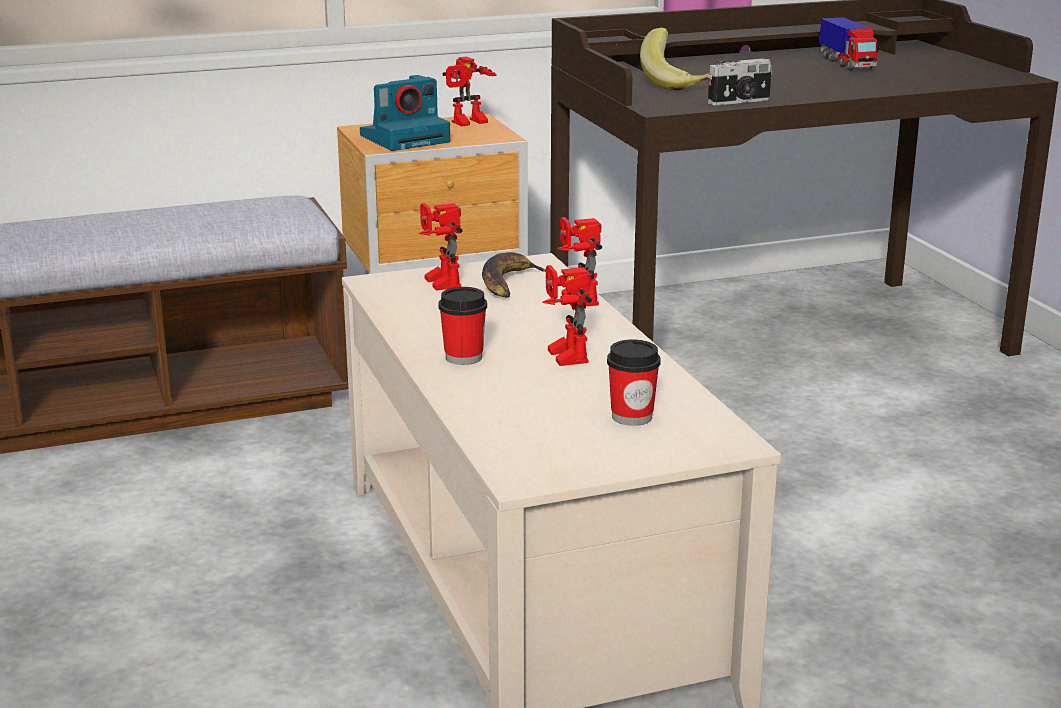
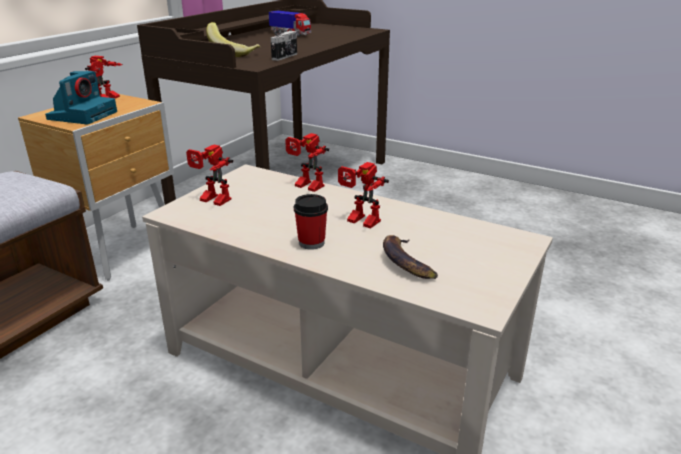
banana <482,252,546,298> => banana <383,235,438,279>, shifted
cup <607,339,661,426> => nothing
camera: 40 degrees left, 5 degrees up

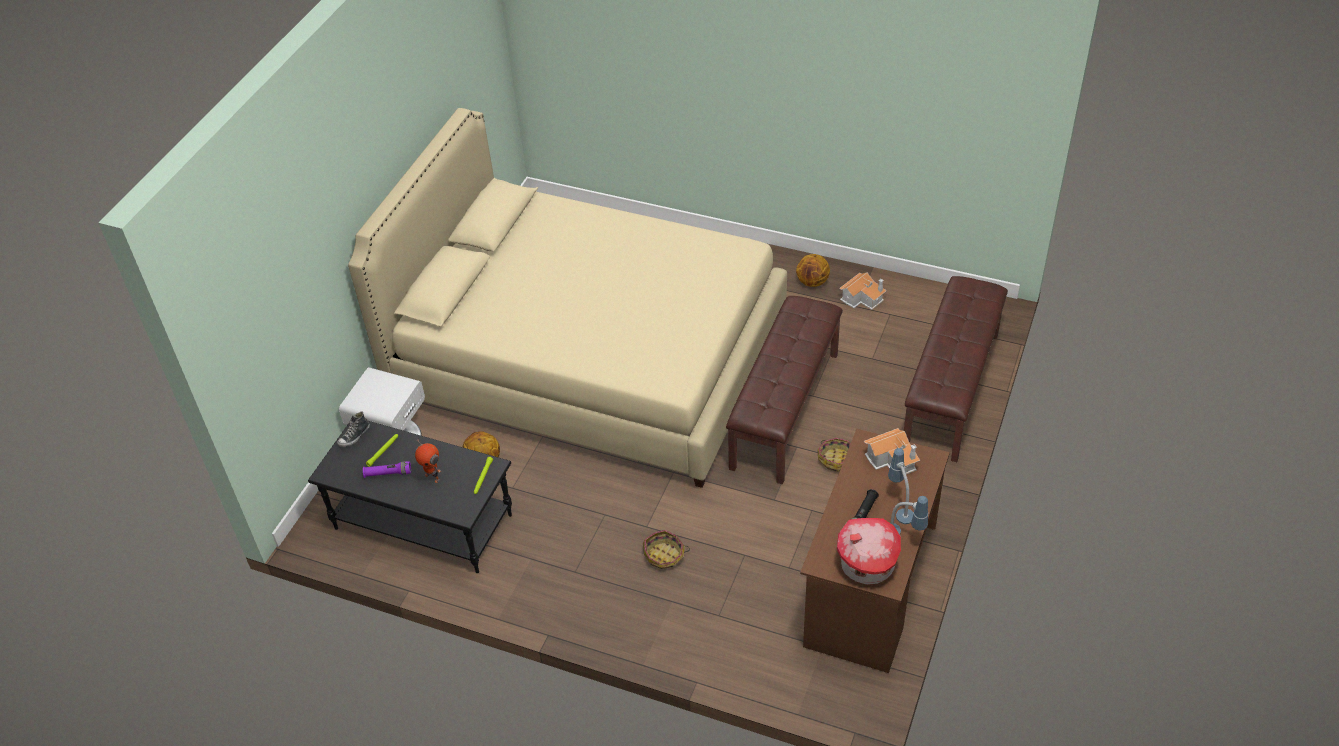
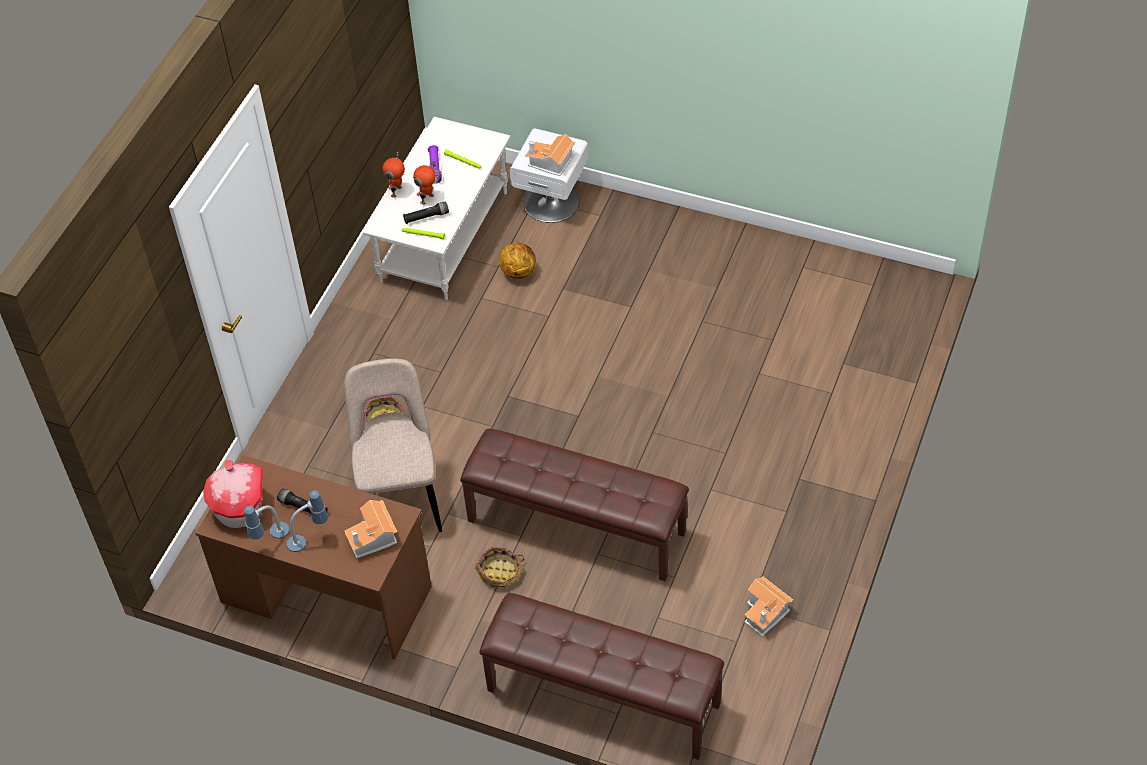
nothing => chair (beige) <344,359,442,532>
coffee table (black) <308,421,512,573> => coffee table (white) <363,117,511,300>
nothing => toy robot <382,152,405,198>
nothing => flashlight (black) <403,202,449,224>
nothing => toy house <525,134,576,176>
shoe <337,411,370,447> => nothing
bed (beige) <348,108,787,488> => nothing
basketball <796,254,830,287> => nothing
camera: 90 degrees right, 5 degrees up

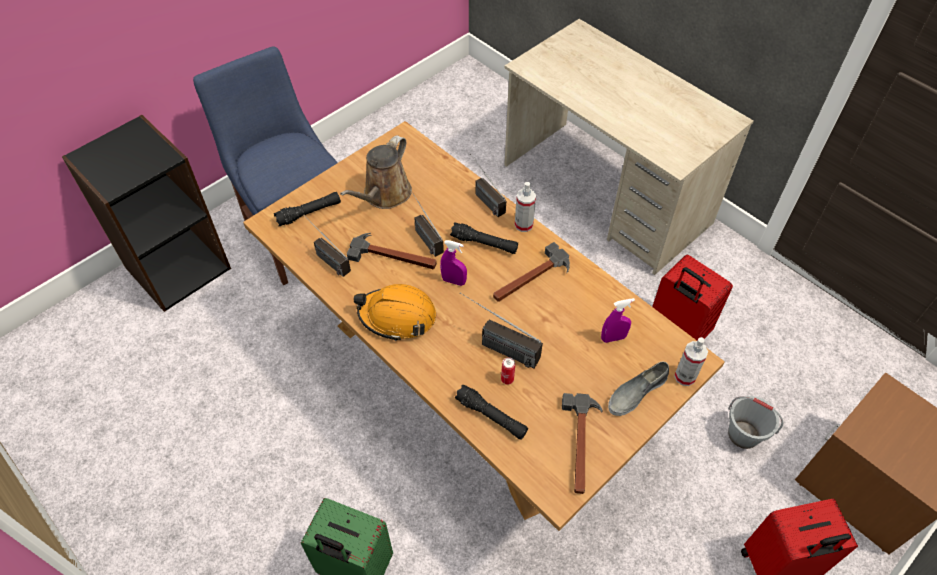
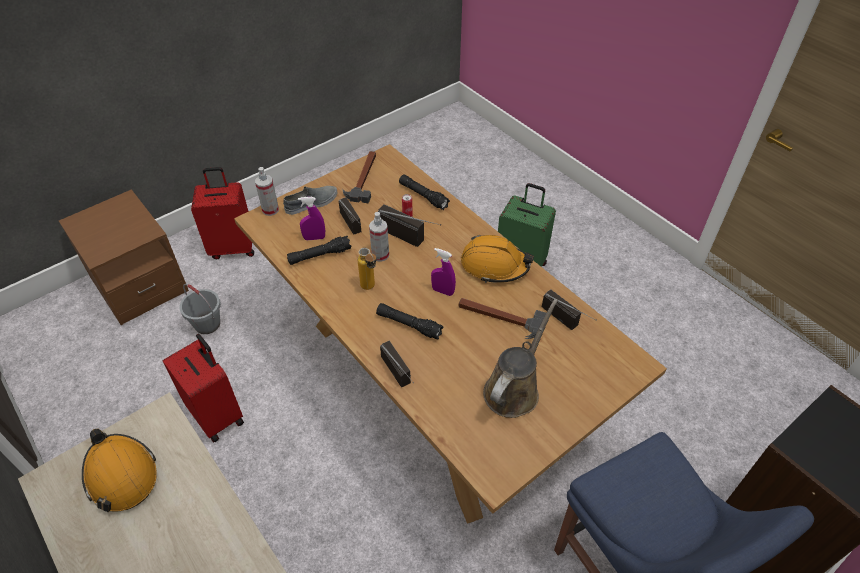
nothing => hard hat (orange) <82,429,157,512>
flashlight (black) <274,192,341,226> => flashlight (black) <287,236,351,265>, shifted
radio <410,189,444,257> => radio <339,197,361,235>, shifted
hammer <493,242,570,302> => bottle <358,248,376,290>
spray bottle <515,182,536,232> => spray bottle <369,212,389,262>, shifted
camera: 175 degrees left, 5 degrees down

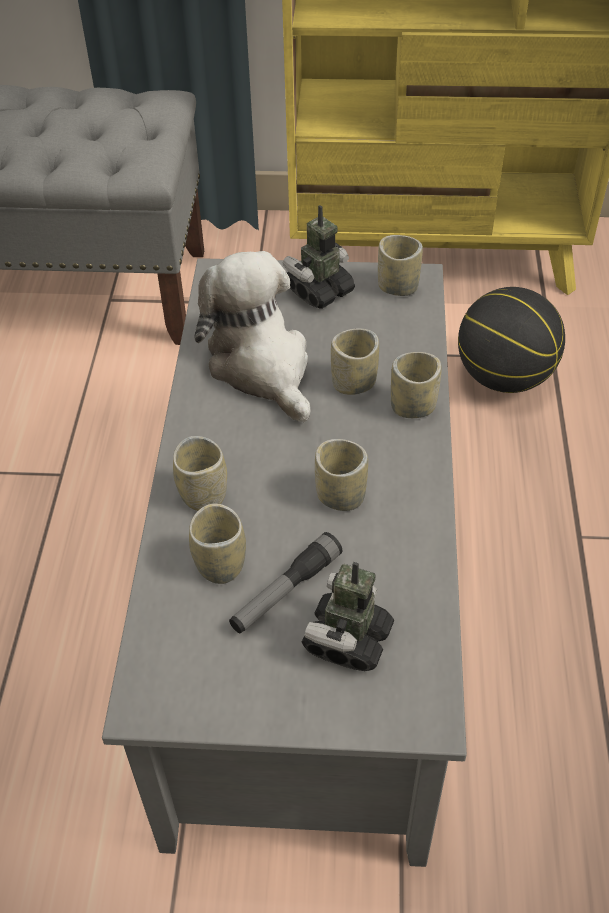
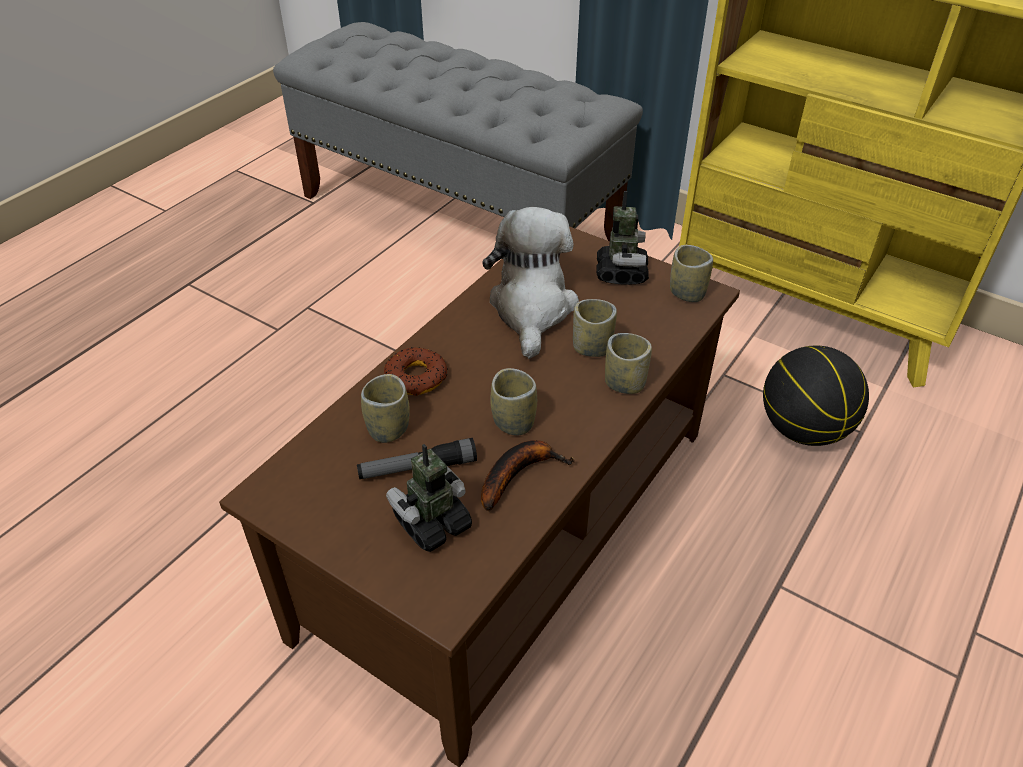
coffee table (grey) <102,258,467,867> => coffee table (brown) <219,226,740,767>
cup <173,436,227,511> => donut <384,347,448,396>
nothing => banana <481,440,574,512>
toy robot <283,205,355,309> => toy robot <596,191,649,285>, 105 degrees clockwise
camera: 30 degrees right, 5 degrees down

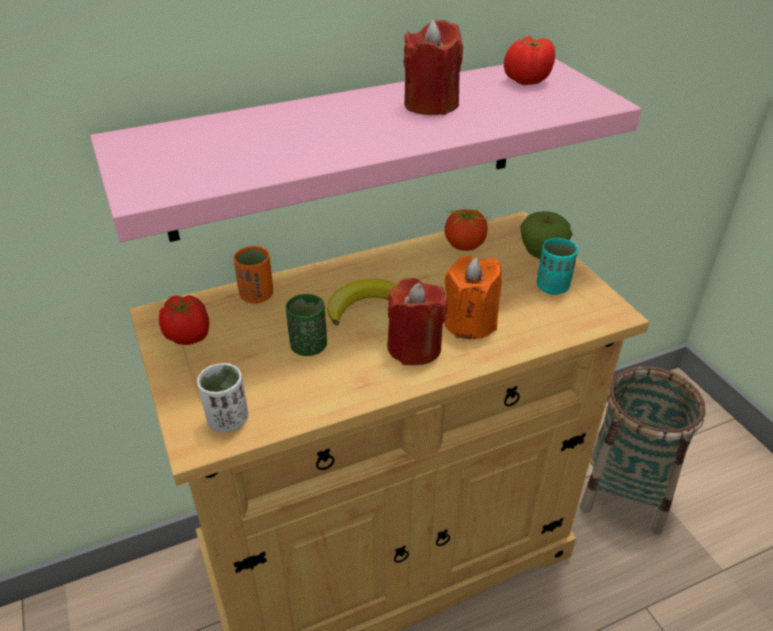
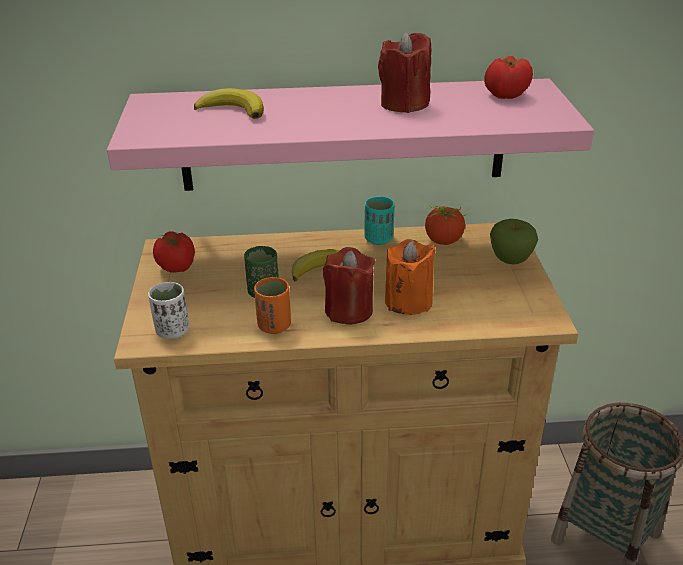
nothing => banana <194,88,264,119>
cup (orange) <234,246,273,304> => cup (orange) <254,277,291,334>, shifted
cup (turquoise) <536,238,578,295> => cup (turquoise) <365,196,395,245>, shifted
camera: 20 degrees right, 5 degrees down

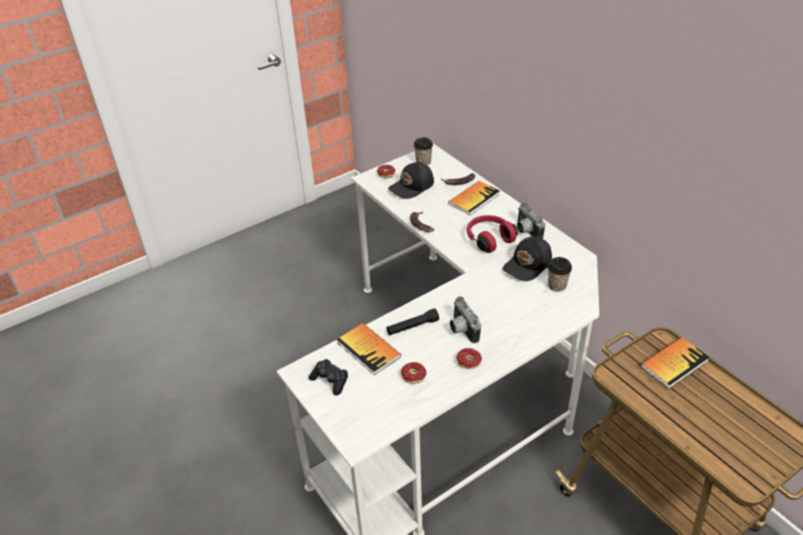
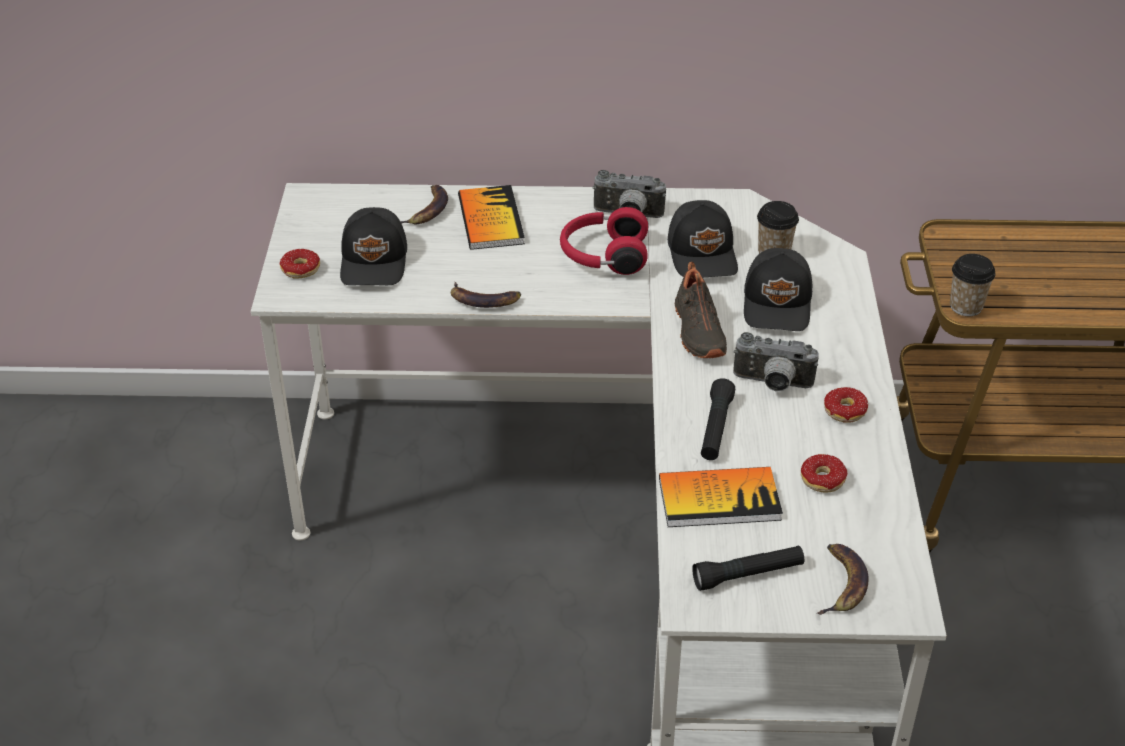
nothing => shoe (black) <675,262,727,358>
game controller (black) <309,359,348,396> => flashlight (black) <692,546,804,591>
nothing => cap (black) <744,248,812,331>
nothing => banana <817,544,869,615>
cup <414,137,433,166> => cup <950,254,995,316>, shifted
book <641,337,710,389> => nothing
camera: 55 degrees left, 0 degrees up

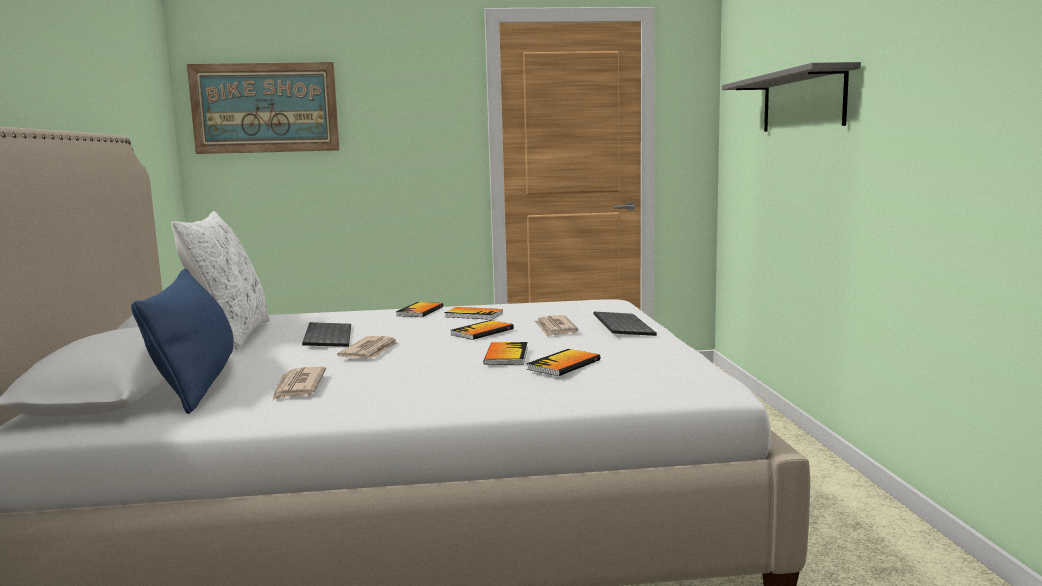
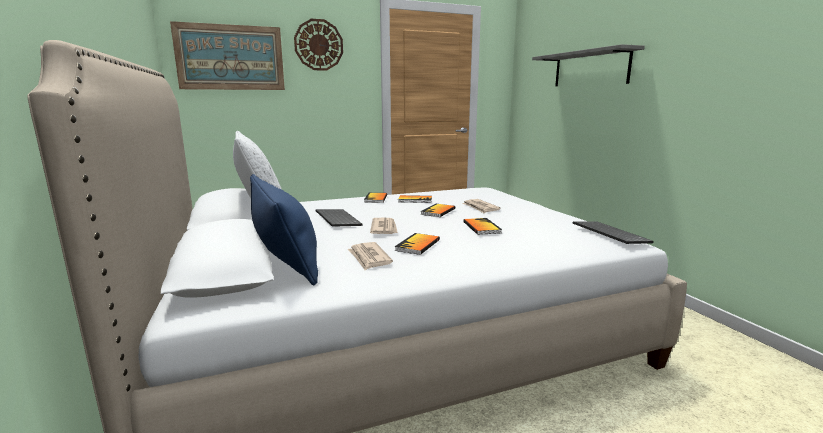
nothing => wall clock <294,19,343,71>
book <526,349,600,376> => book <394,233,440,255>, shifted
keyboard <593,311,657,336> => keyboard <572,221,654,244>, shifted
camera: 15 degrees left, 5 degrees up

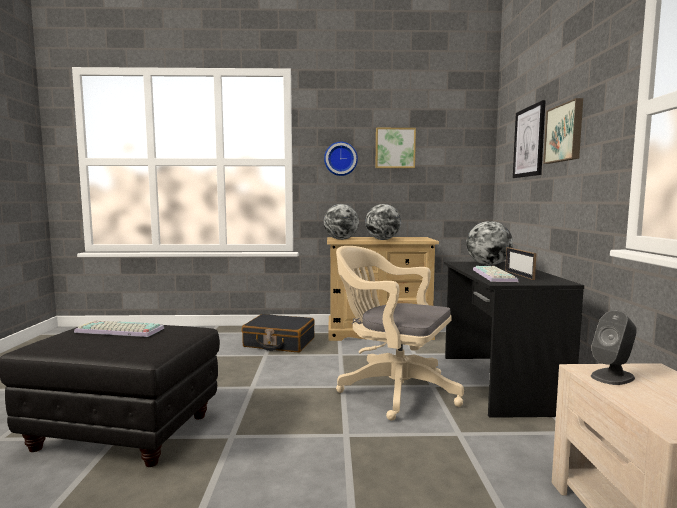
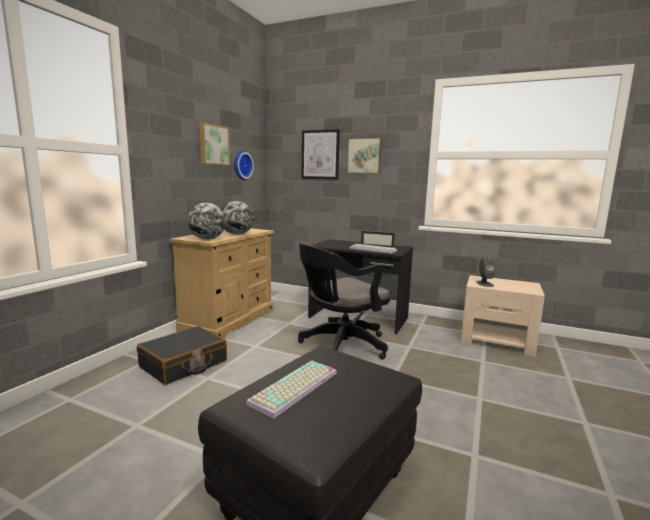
wall clock <324,142,358,176> => wall clock <234,150,254,180>, shifted
office chair (beige) <336,246,464,421> => office chair (black) <298,244,391,360>
globe <466,221,513,265> => nothing
camera: 65 degrees left, 5 degrees up

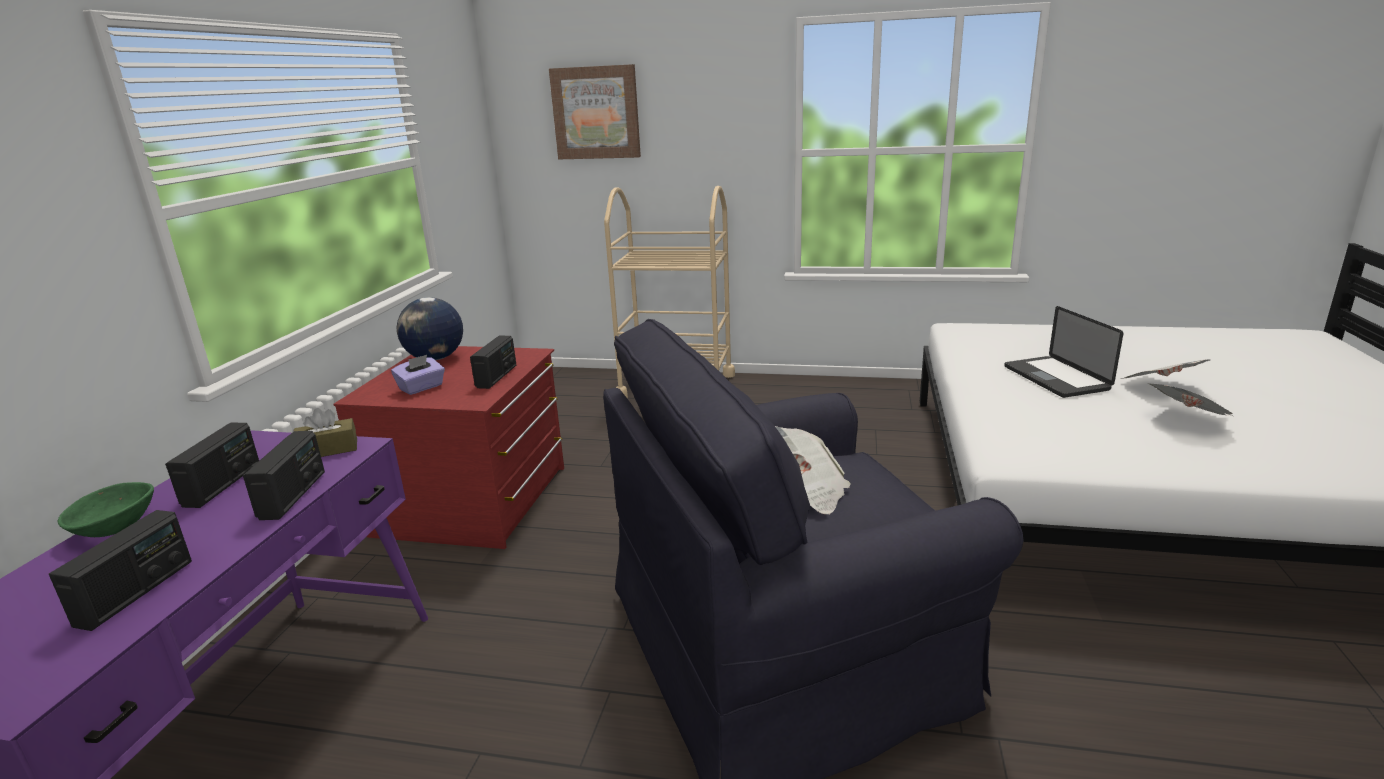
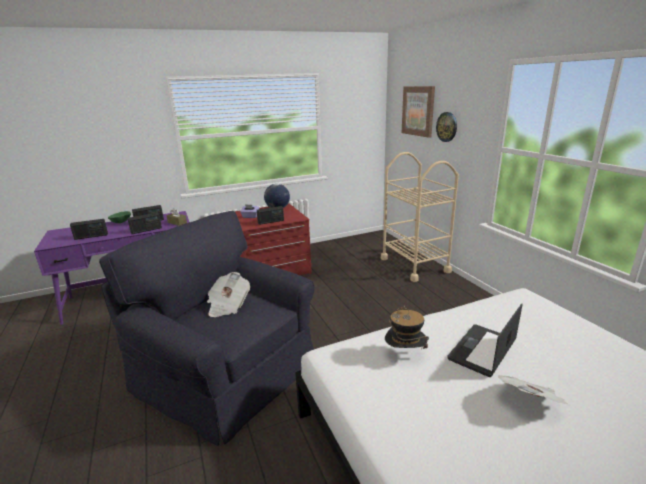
nothing => hat <385,305,429,349>
nothing => wall clock <436,112,457,142>
newspaper <1147,383,1233,416> => nothing
camera: 55 degrees right, 0 degrees up

